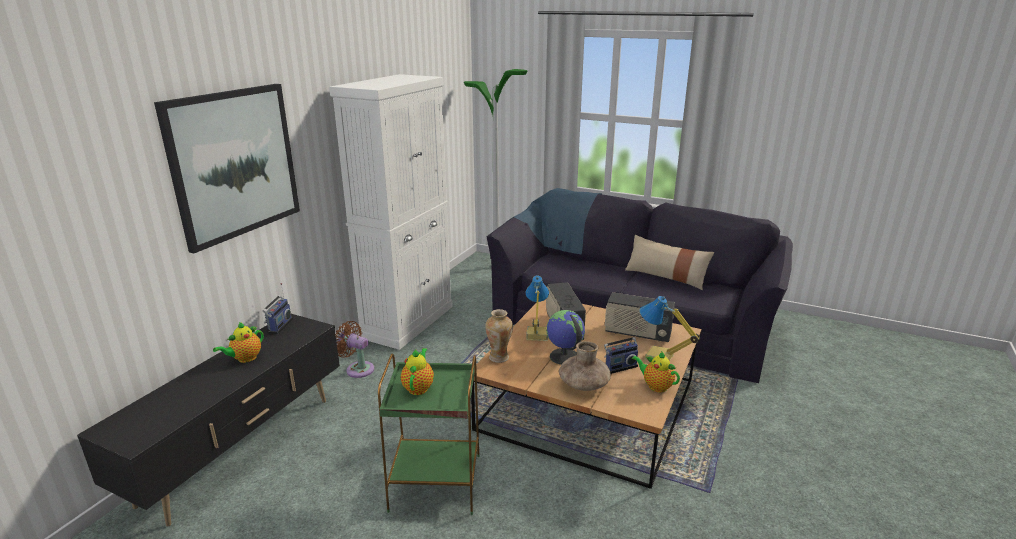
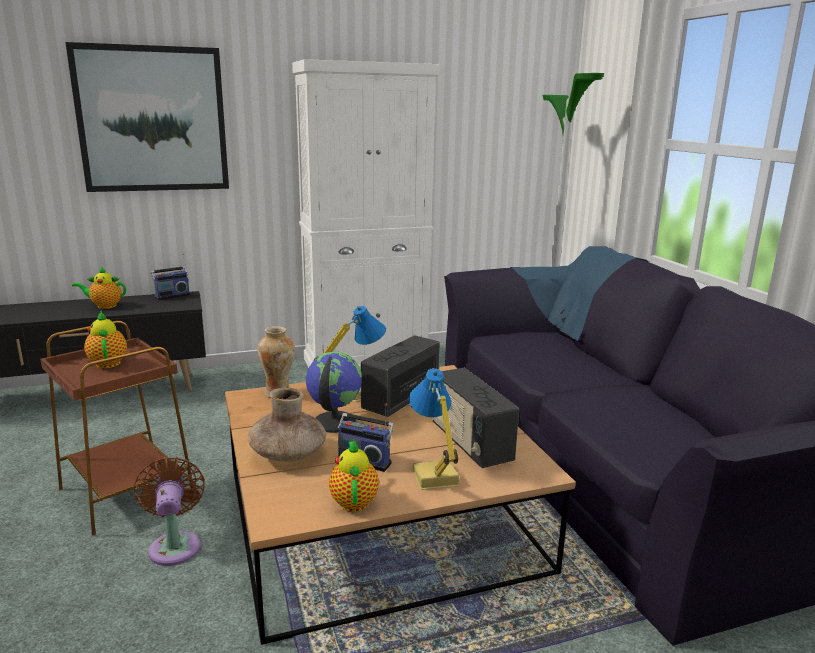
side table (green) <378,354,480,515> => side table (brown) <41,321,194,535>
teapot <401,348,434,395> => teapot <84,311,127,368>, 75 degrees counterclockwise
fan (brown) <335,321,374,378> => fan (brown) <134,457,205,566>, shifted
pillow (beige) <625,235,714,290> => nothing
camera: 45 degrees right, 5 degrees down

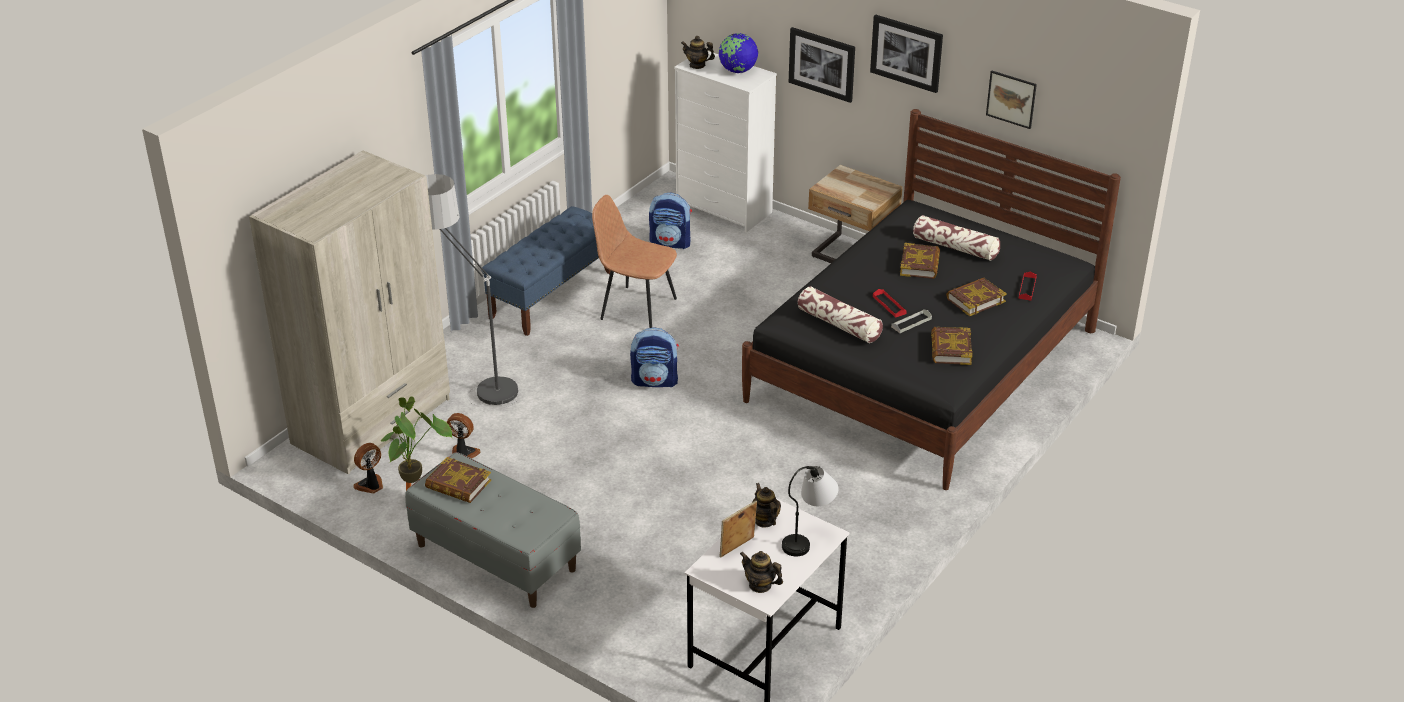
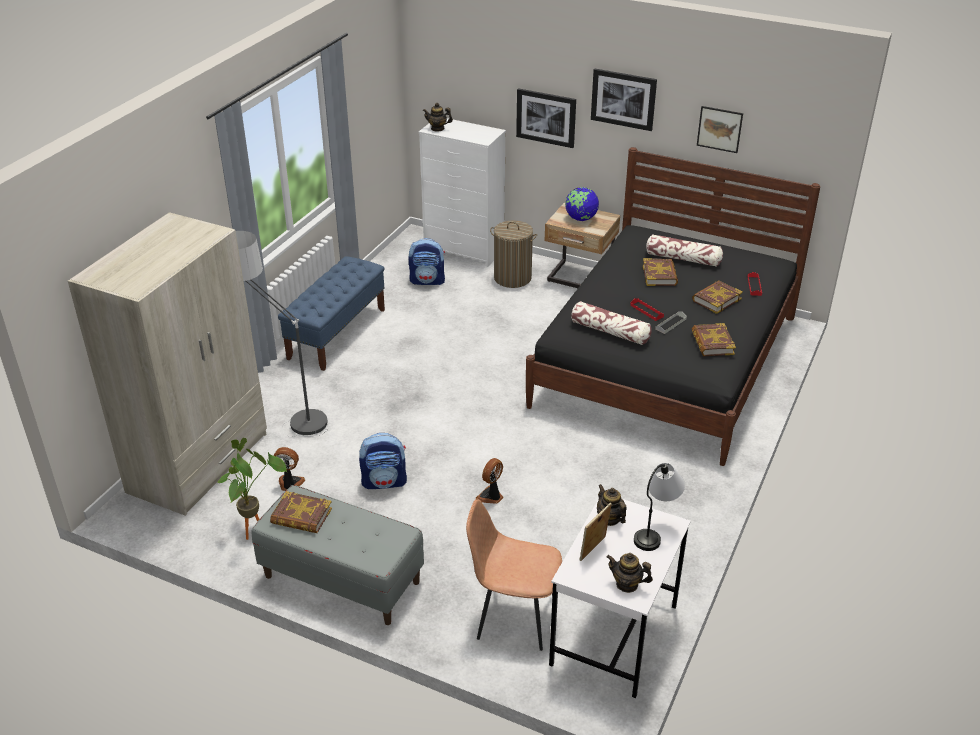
backpack <630,327,679,387> => backpack <359,433,407,489>, shifted
chair (brown) <592,195,677,328> => chair (brown) <466,498,562,651>, shifted
fan <353,443,383,493> => fan <476,458,504,504>, shifted
nothing => laundry basket <490,221,537,288>
globe <719,33,758,73> => globe <565,187,599,221>, shifted
camera: 10 degrees left, 0 degrees up

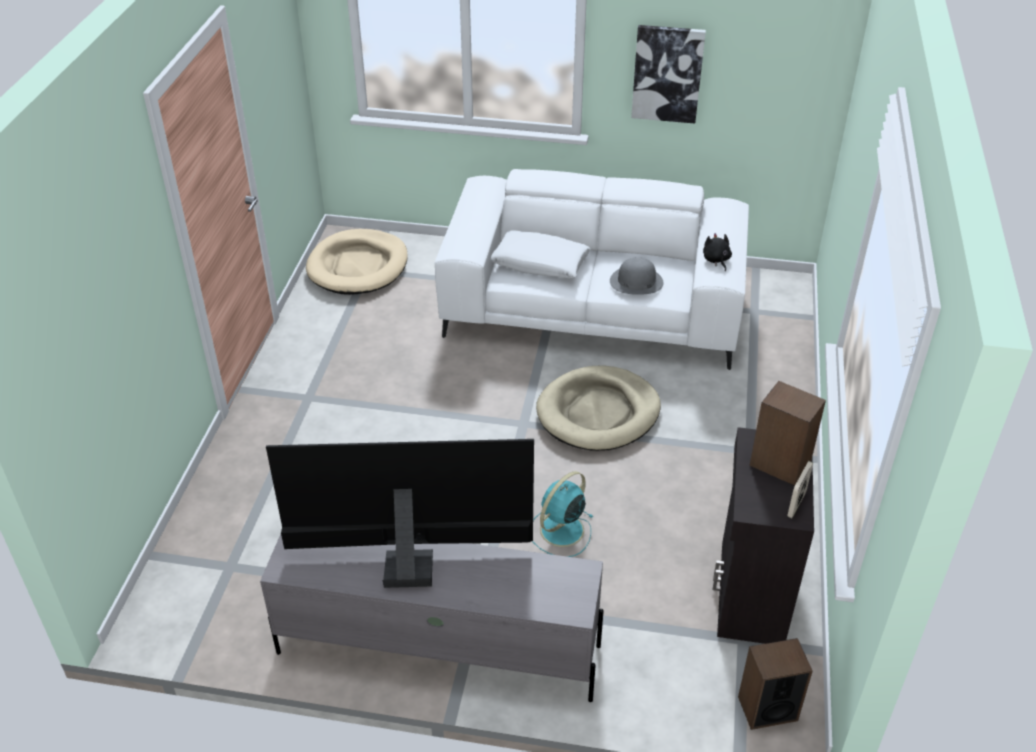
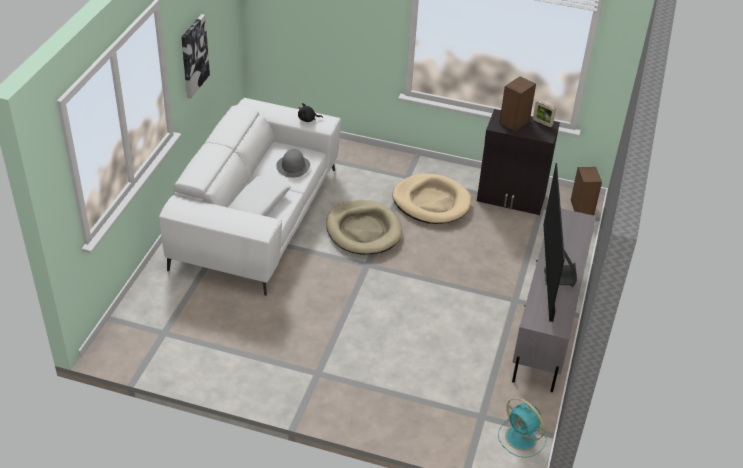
dog bed (beige) <306,229,408,295> => dog bed (beige) <392,174,472,224>, shifted
fan (turquoise) <532,471,594,557> => fan (turquoise) <498,397,546,458>, shifted
camera: 85 degrees left, 0 degrees up

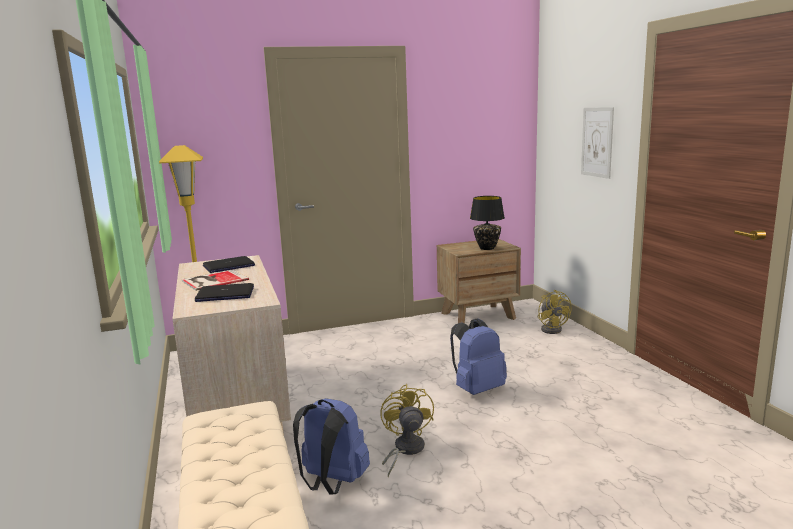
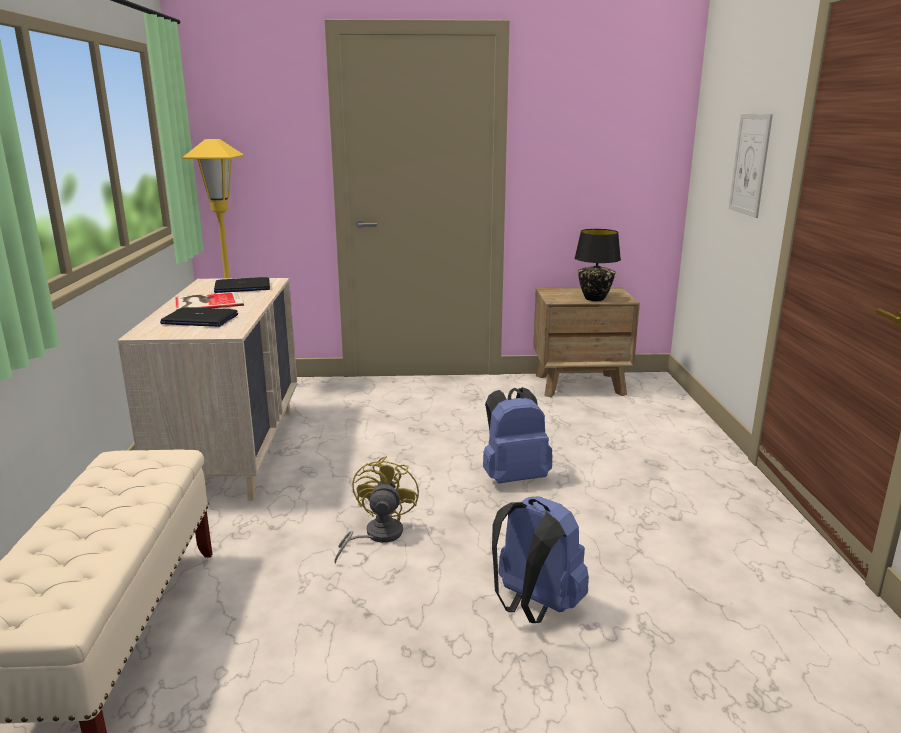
backpack (blue) <293,398,370,495> => backpack (blue) <492,496,589,623>, shifted
fan (yellow) <538,290,572,334> => nothing
camera: 15 degrees right, 5 degrees up

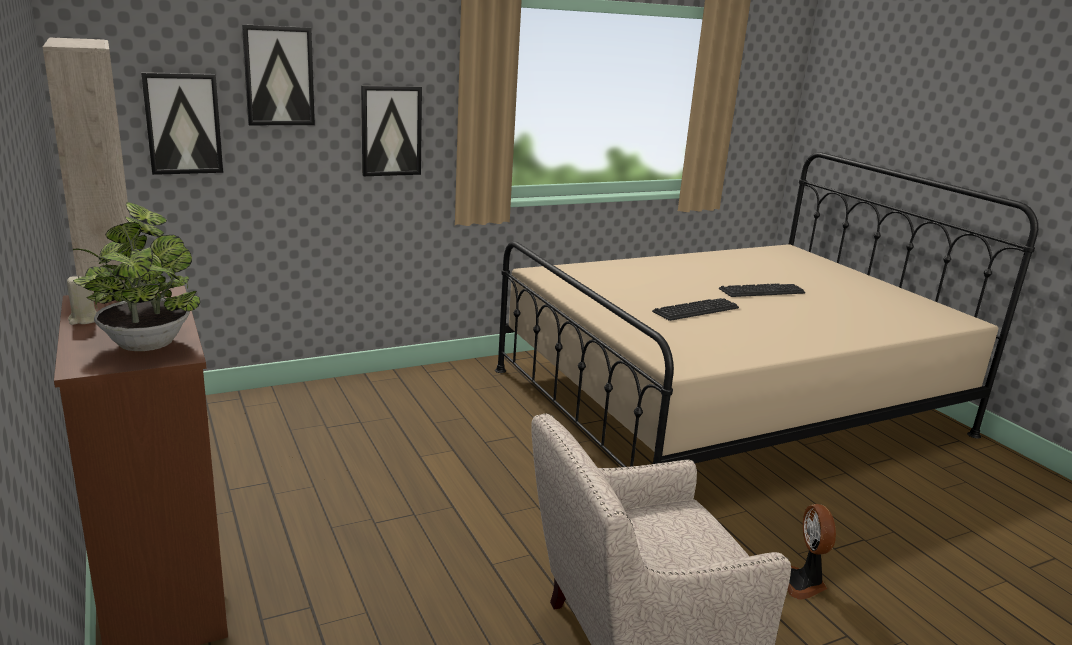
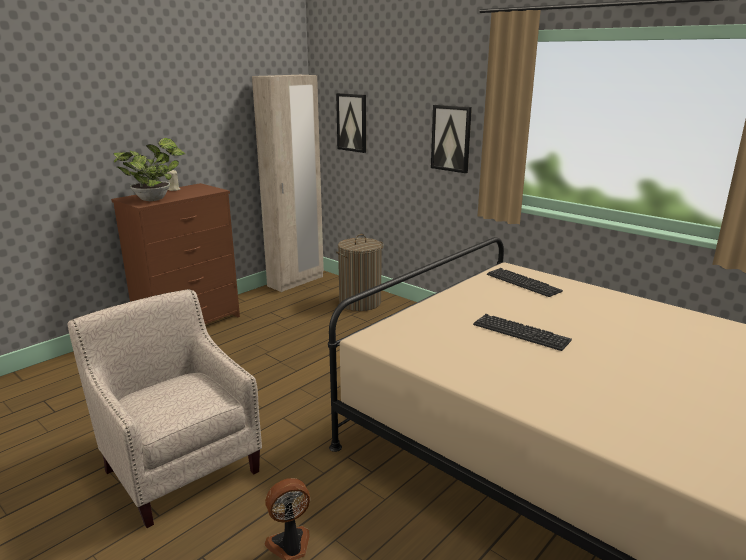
nothing => laundry basket <336,234,384,311>
keyboard <719,283,805,297> => keyboard <487,268,563,297>, shifted
picture <242,24,315,125> => nothing
camera: 70 degrees right, 0 degrees up

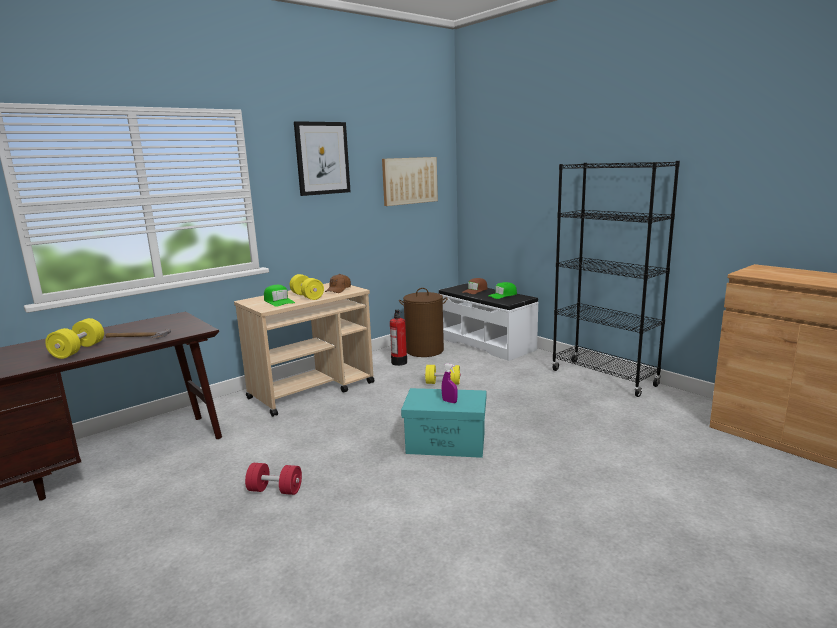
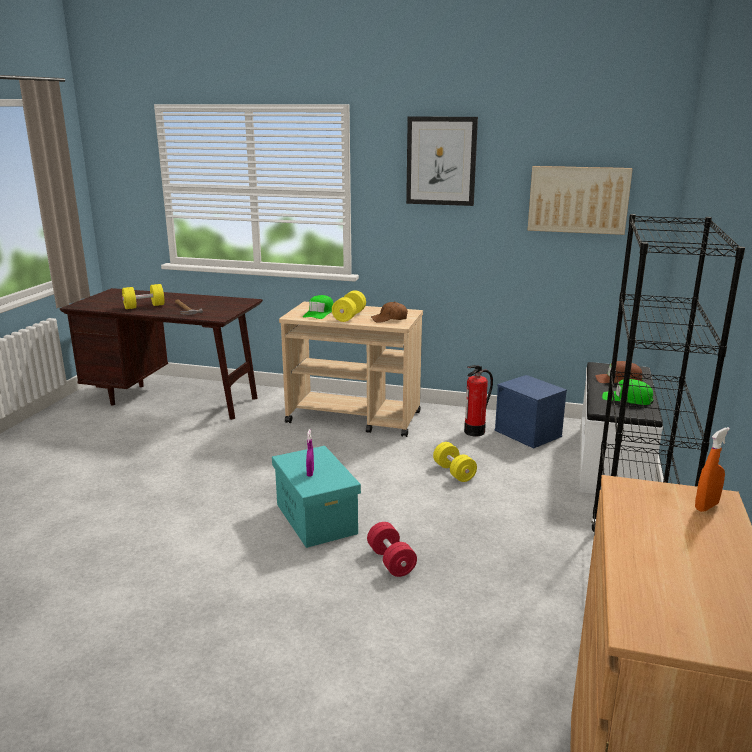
dumbbell (red) <245,463,302,495> => dumbbell (red) <367,522,417,577>, shifted
laundry basket (brown) <399,288,448,357> => storage box (blue) <494,375,567,449>
nothing => spray bottle (orange) <695,427,730,512>
camera: 55 degrees right, 5 degrees up

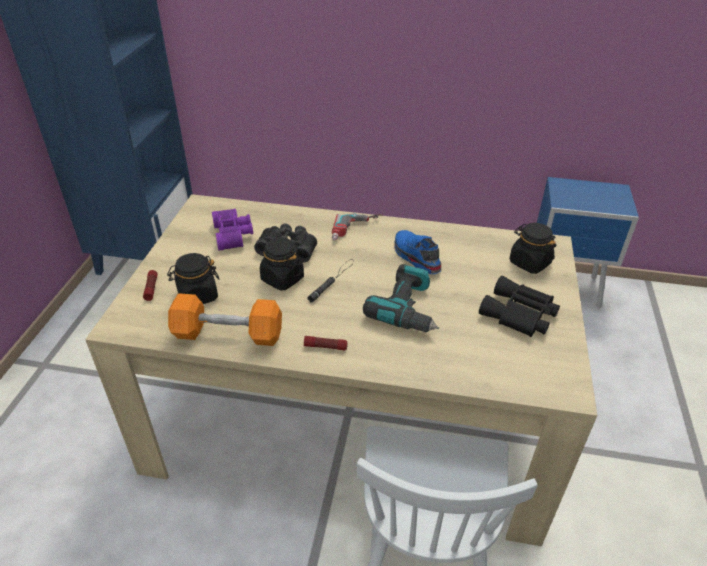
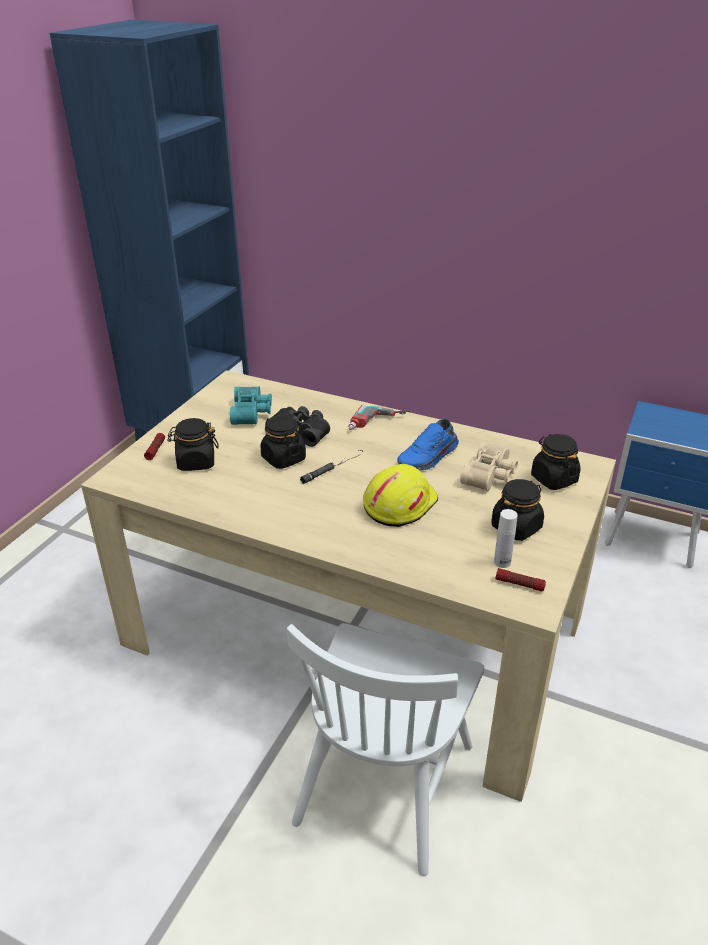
binoculars (purple) <212,209,253,251> => binoculars (turquoise) <230,386,272,425>
power drill <363,264,439,333> => hard hat (yellow) <363,464,438,527>
shoe (blue) <394,230,442,274> => shoe (blue) <397,419,459,471>, 120 degrees counterclockwise
nothing => binoculars (beige) <460,442,518,491>
binoculars (black) <479,275,560,337> => jar (black) <491,479,544,541>
nothing => bottle (white) <494,509,517,568>
flashlight <304,336,348,350> => flashlight <495,568,546,592>, shifted
dumbbell (orange) <168,293,282,346> => nothing
camera: 15 degrees right, 5 degrees down

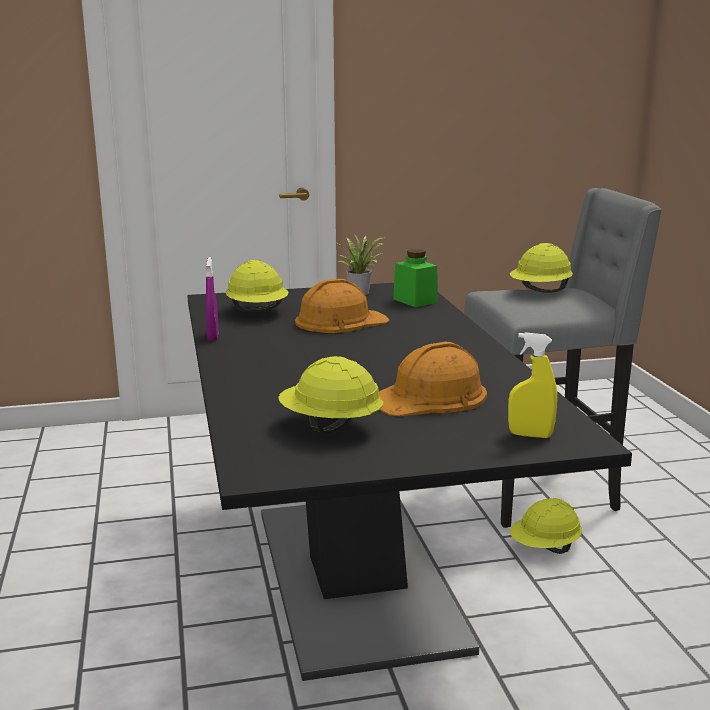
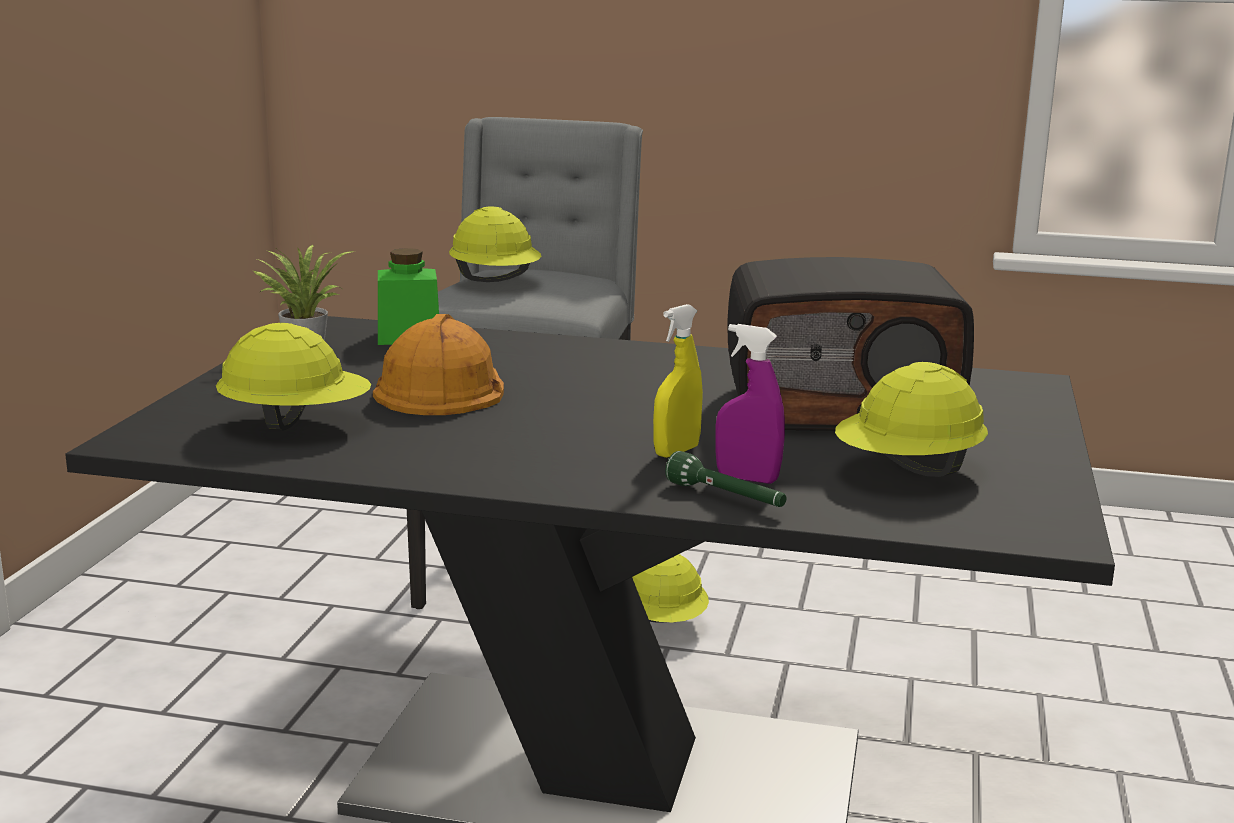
spray bottle (yellow) <508,332,557,438> => spray bottle (yellow) <653,304,703,458>, shifted
nothing => flashlight (green) <665,451,787,507>
spray bottle (purple) <206,257,219,341> => spray bottle (purple) <715,324,785,484>, shifted
hard hat (orange) <379,342,487,416> => radio <727,257,974,431>
camera: 65 degrees left, 0 degrees up

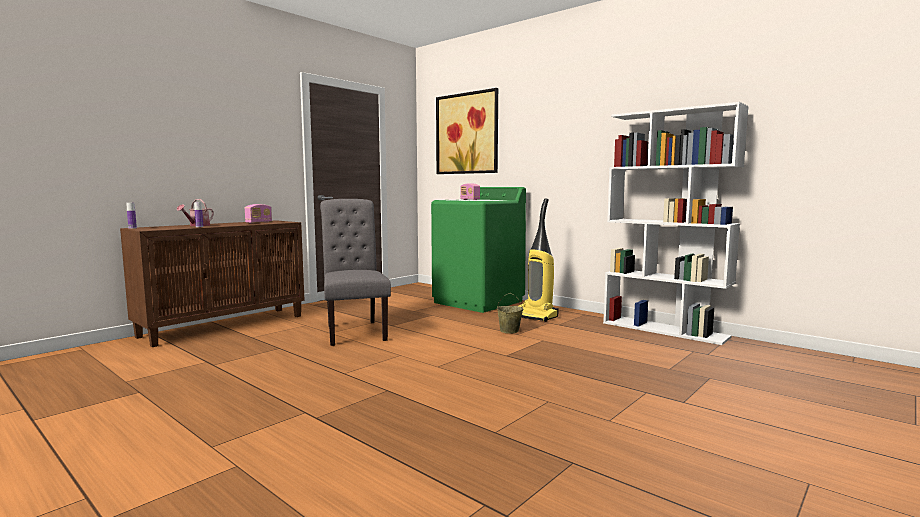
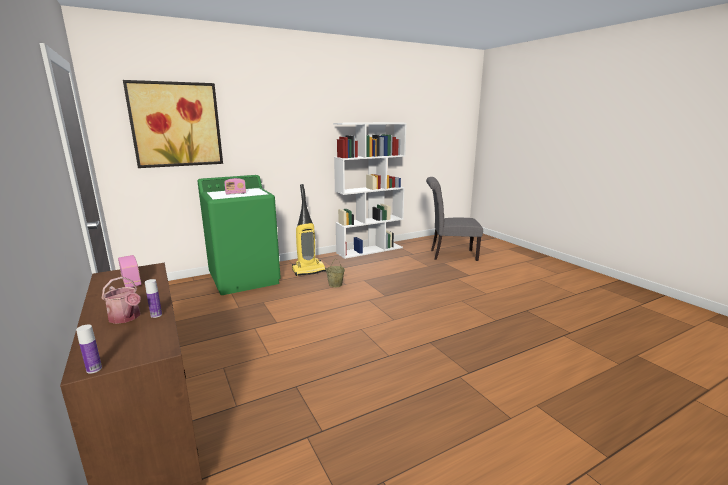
chair (grey) <320,199,391,346> => chair (grey) <426,177,483,261>, shifted
camera: 70 degrees left, 10 degrees up

